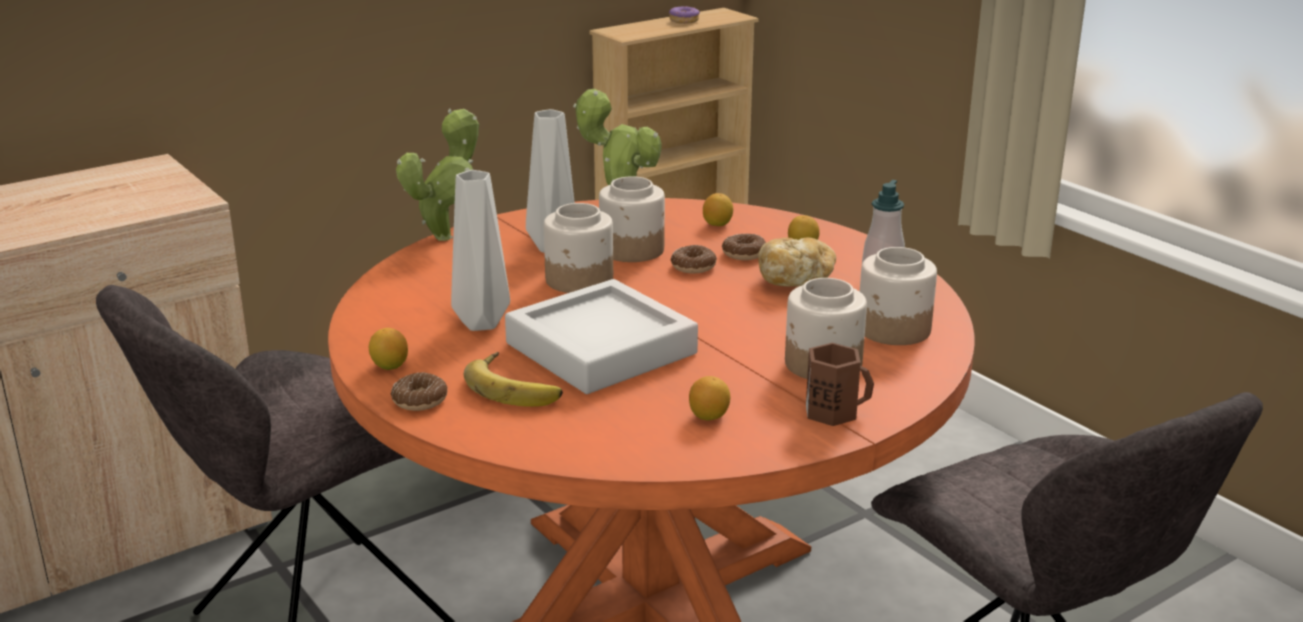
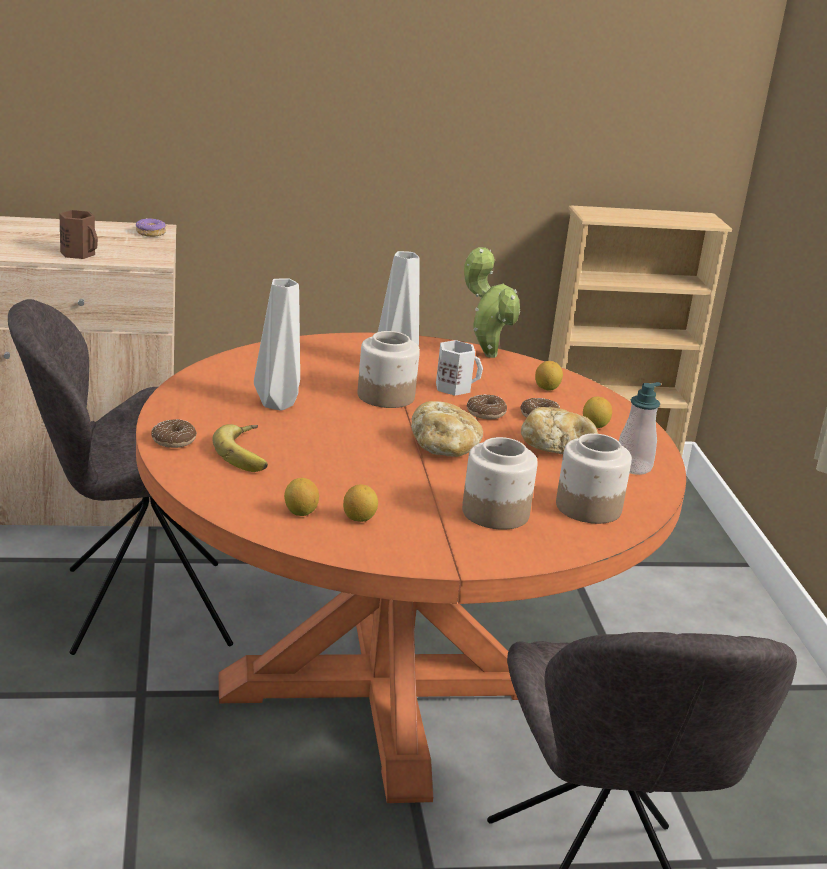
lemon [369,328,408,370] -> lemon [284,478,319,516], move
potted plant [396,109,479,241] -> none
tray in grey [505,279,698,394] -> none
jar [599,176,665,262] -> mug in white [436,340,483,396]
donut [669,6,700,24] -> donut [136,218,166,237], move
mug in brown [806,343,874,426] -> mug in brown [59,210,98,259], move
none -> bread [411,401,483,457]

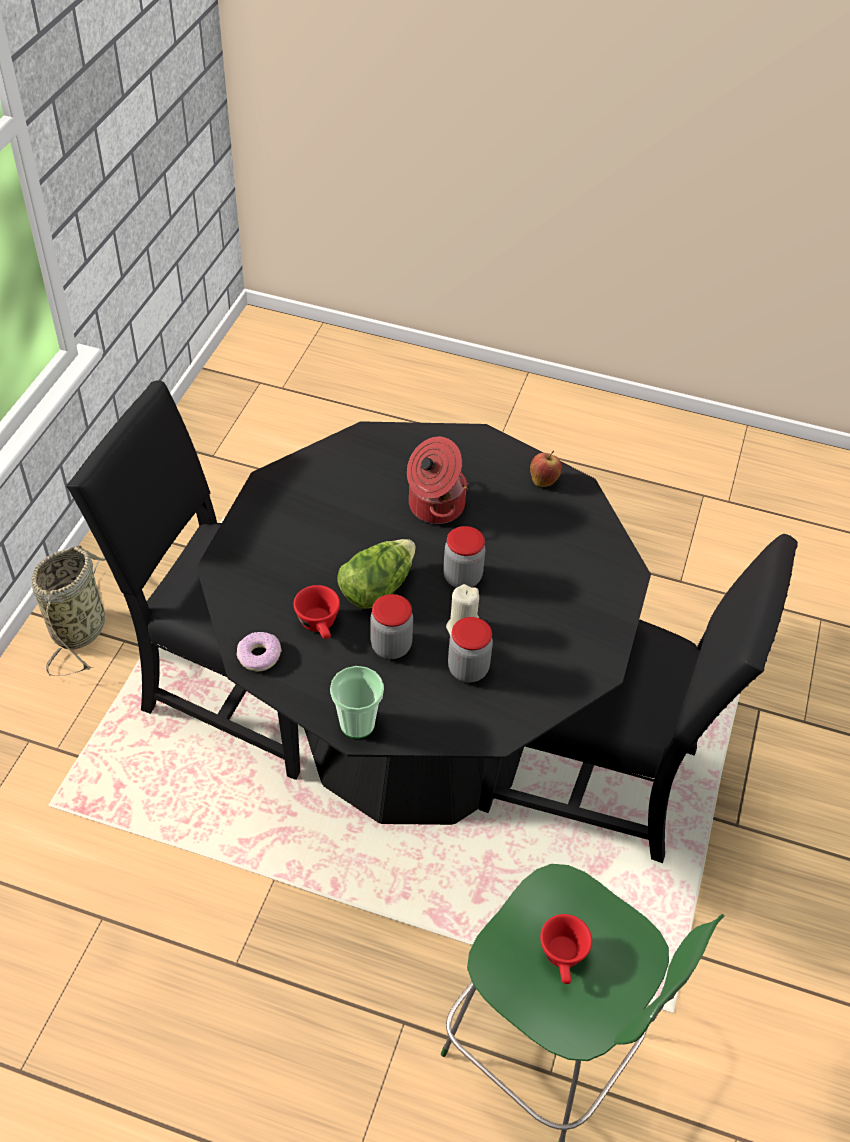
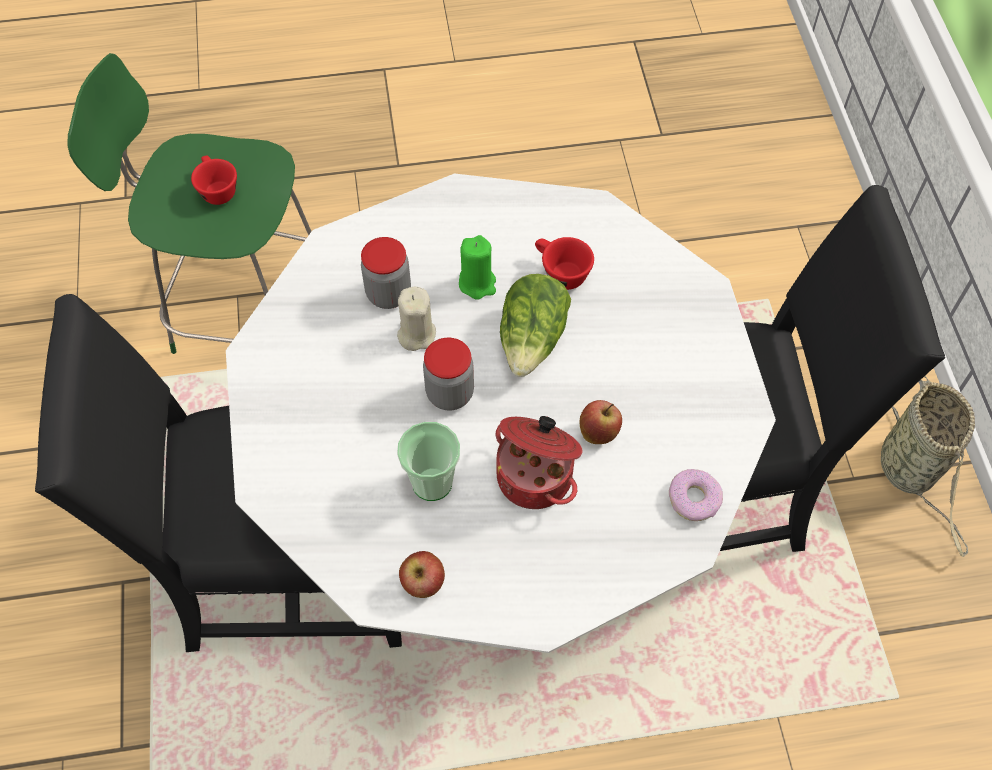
dining table in black [197,421,651,825] -> dining table in white [226,173,776,653]
donut [237,632,281,672] -> donut [669,469,723,521], move
cup [330,666,384,739] -> cup [397,422,460,501], move
jar [370,594,413,659] -> candle in green [459,235,496,300]
none -> apple [579,400,622,444]

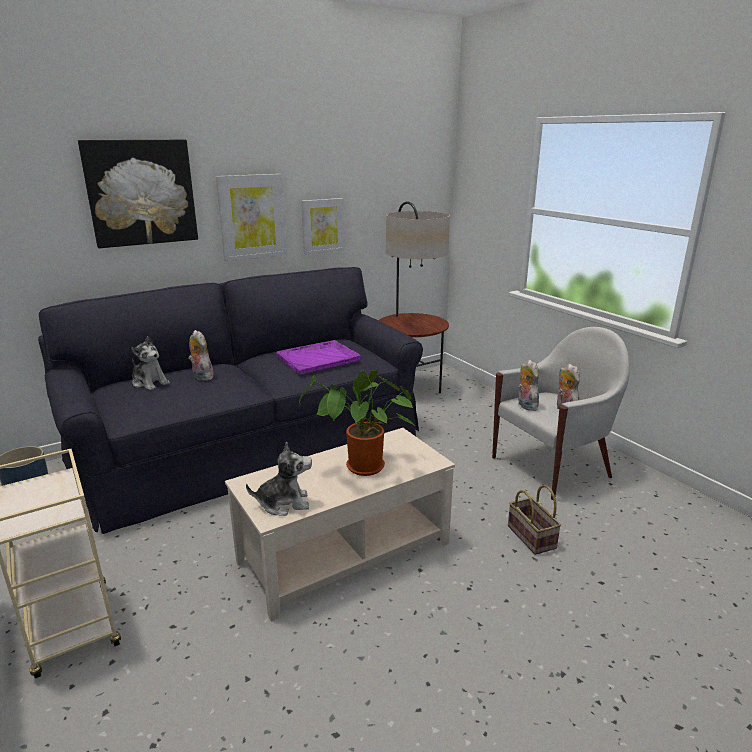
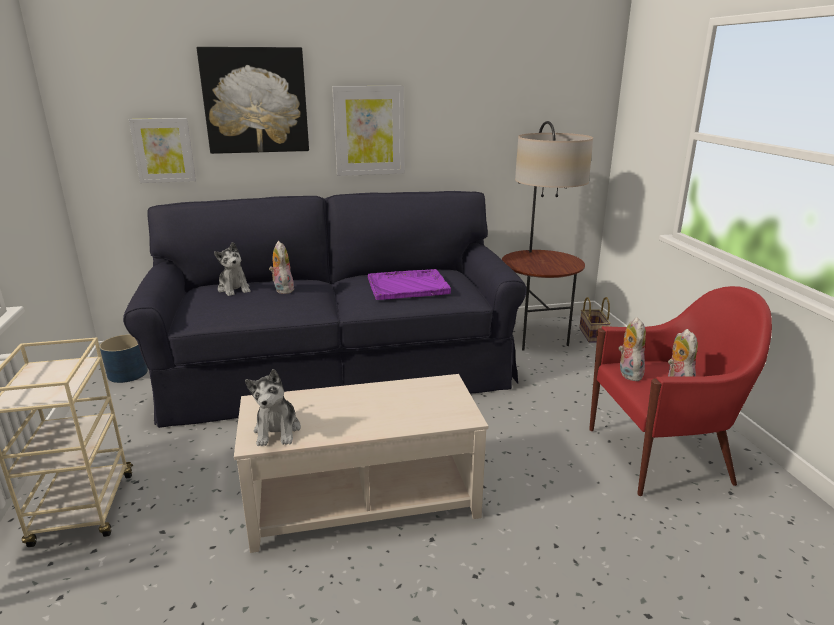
plush toy [246,442,312,516] -> plush toy [245,369,301,446], 75 degrees clockwise
potted plant [299,370,414,476] -> none
picture [301,198,345,254] -> picture [129,118,196,183], move
armchair in white [492,327,630,500] -> armchair in red [589,286,772,496]
basket [508,485,561,555] -> basket [579,297,611,343], move

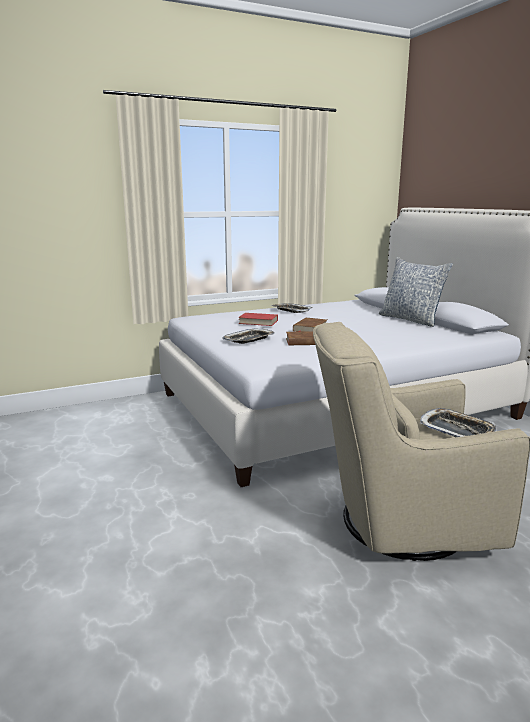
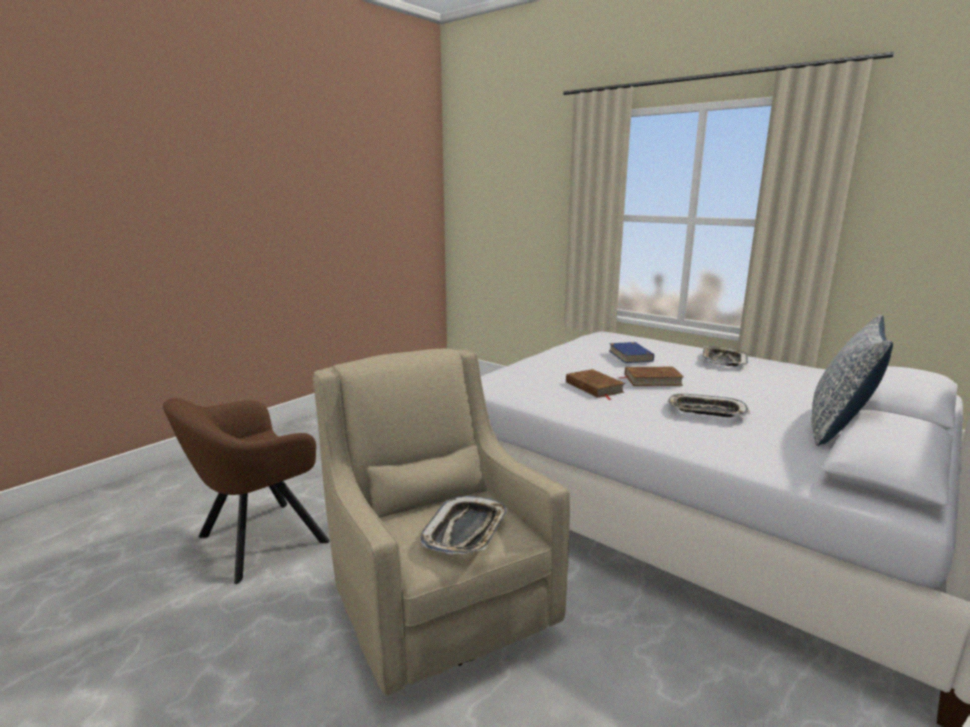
tray [222,328,275,344] -> tray [667,394,750,417], move
book in red [238,313,278,326] -> book in blue [609,342,654,363]
none -> armchair in brown [163,398,329,584]

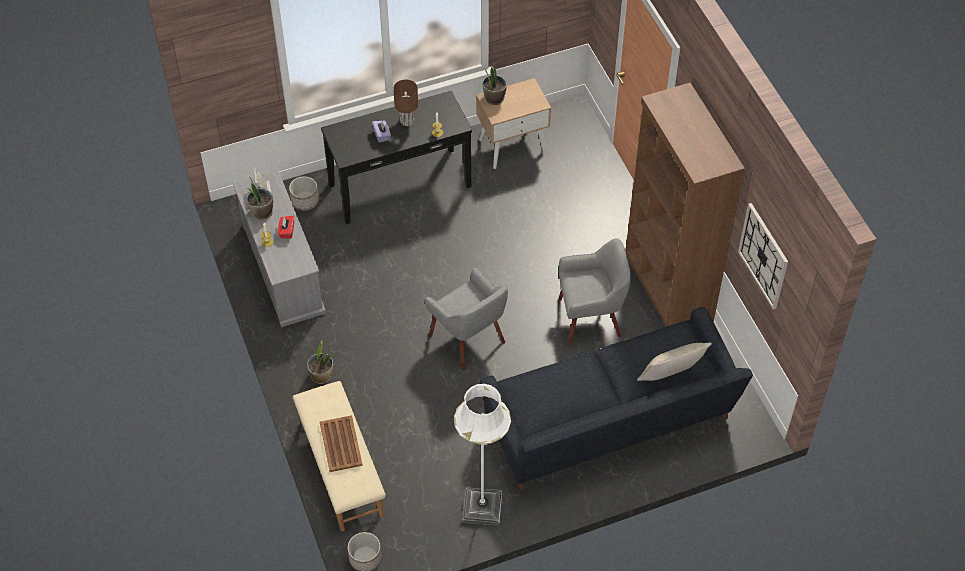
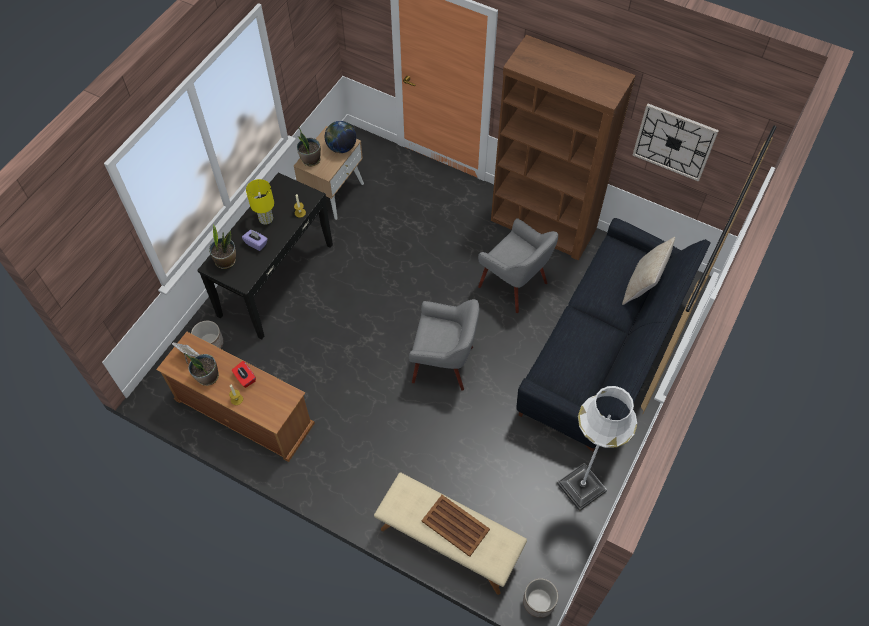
tv stand in grey [233,170,326,327] -> tv stand in brown [156,332,315,462]
potted plant [307,340,333,384] -> potted plant [209,224,236,269], move
table lamp in brown [393,80,418,126] -> table lamp in yellow [246,179,274,224]
armchair in grey [558,238,631,345] -> armchair in grey [478,218,558,313], 90 degrees clockwise
none -> globe [325,121,356,153]

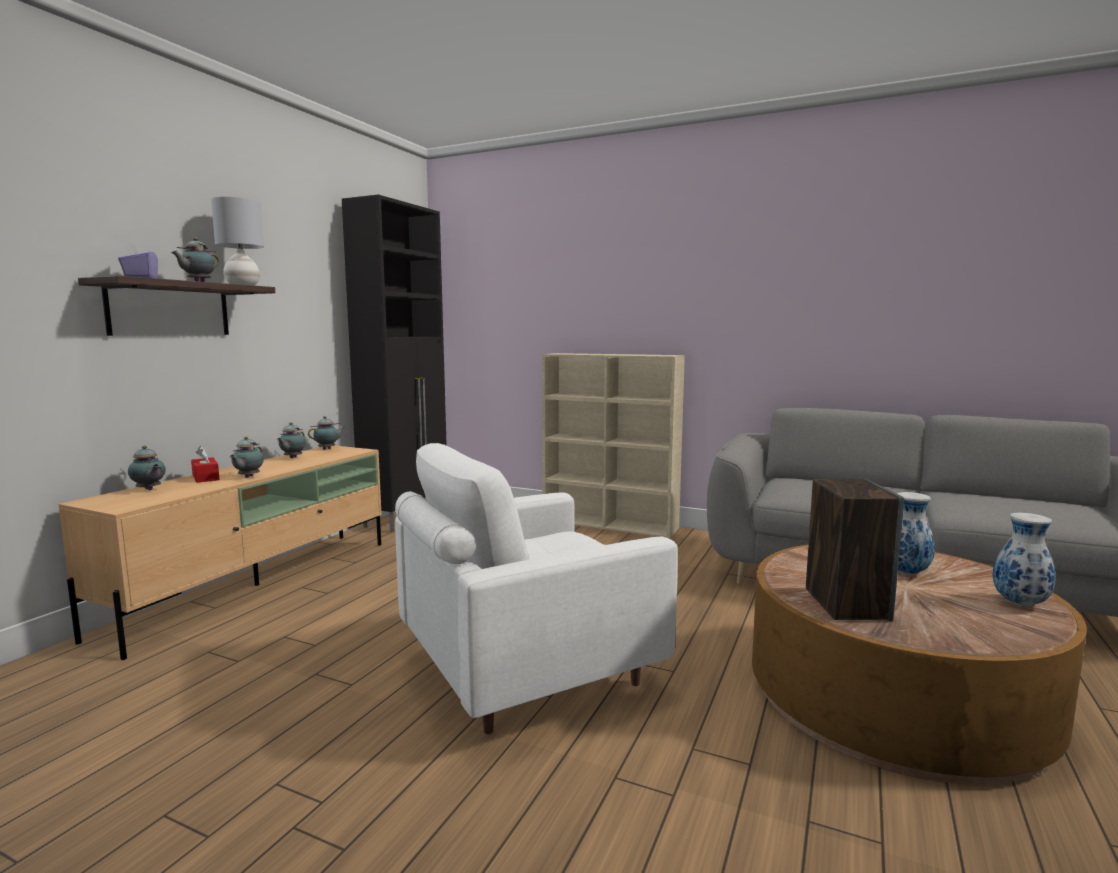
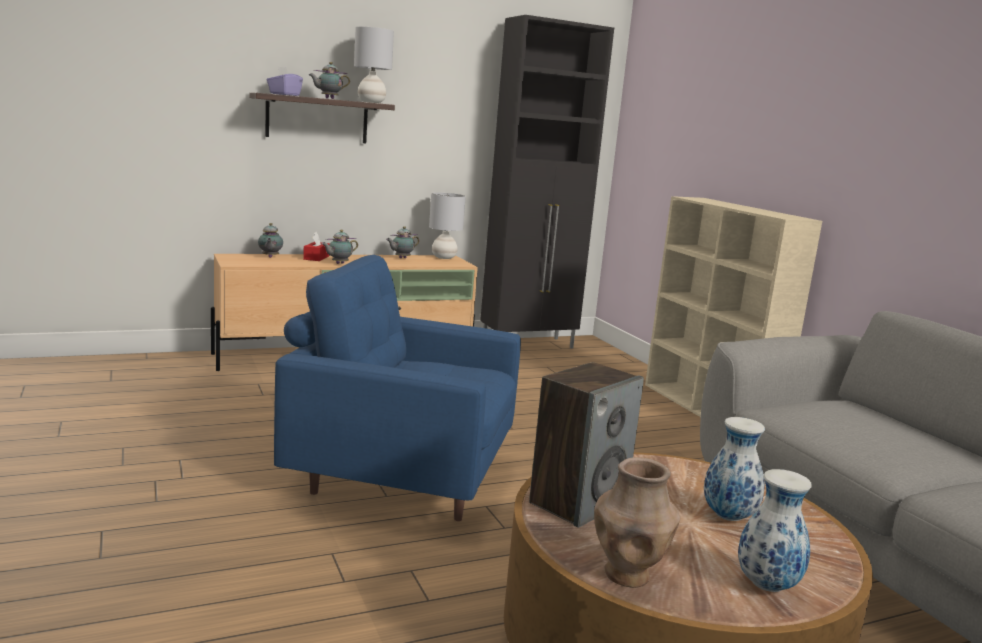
teapot [308,416,344,450] -> table lamp in grey [429,192,466,259]
armchair in white [395,443,678,734] -> armchair in blue [274,255,521,521]
none -> vase in brown [594,457,680,588]

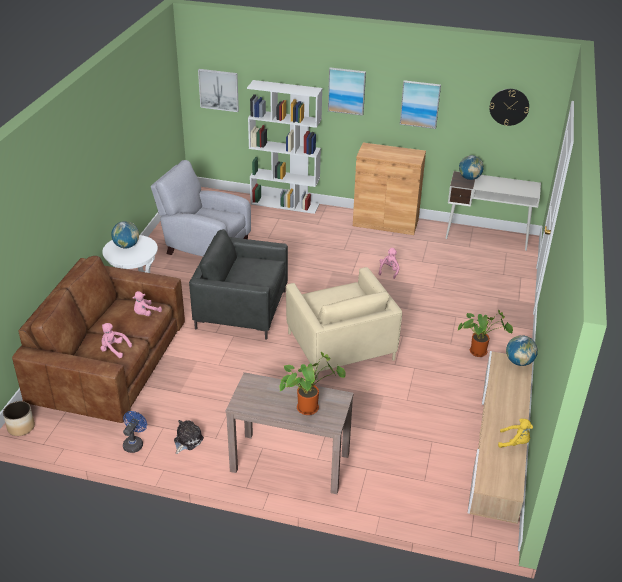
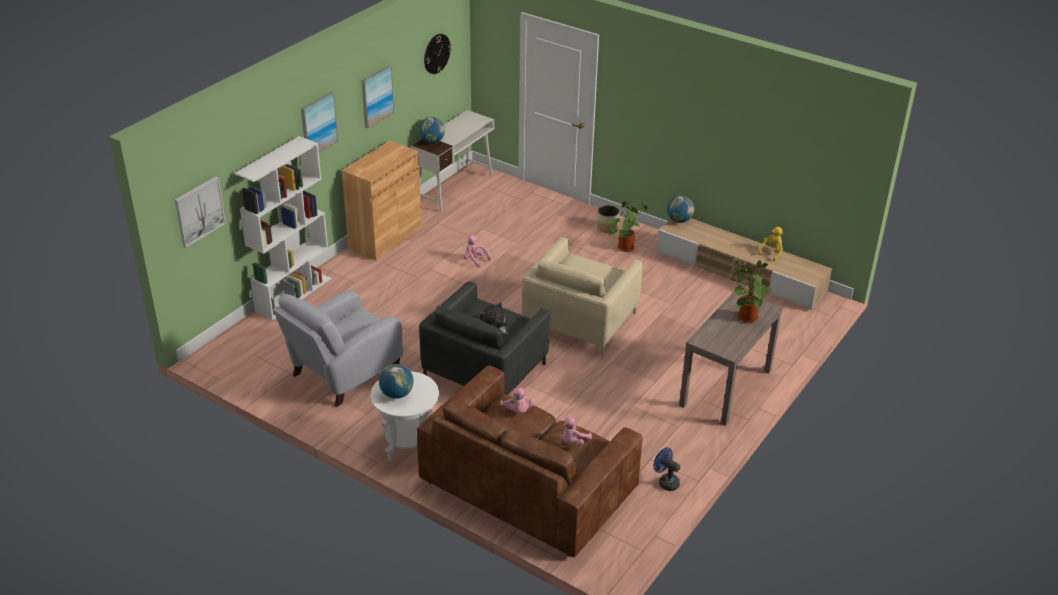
planter [3,401,35,436] -> planter [597,205,620,233], move
plush toy [174,420,204,454] -> plush toy [480,302,509,334], move
armchair in beige [286,267,402,380] -> armchair in beige [522,237,643,356], 120 degrees clockwise

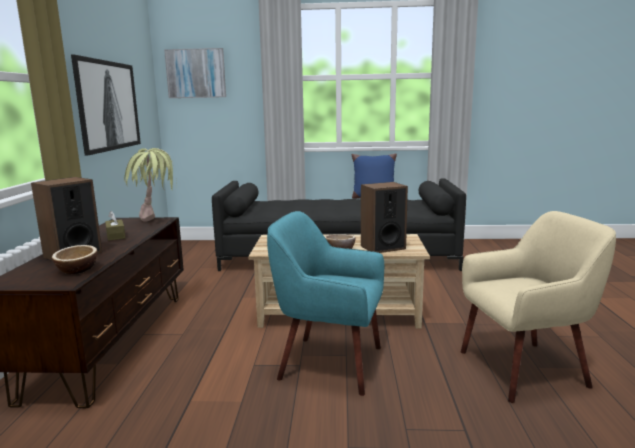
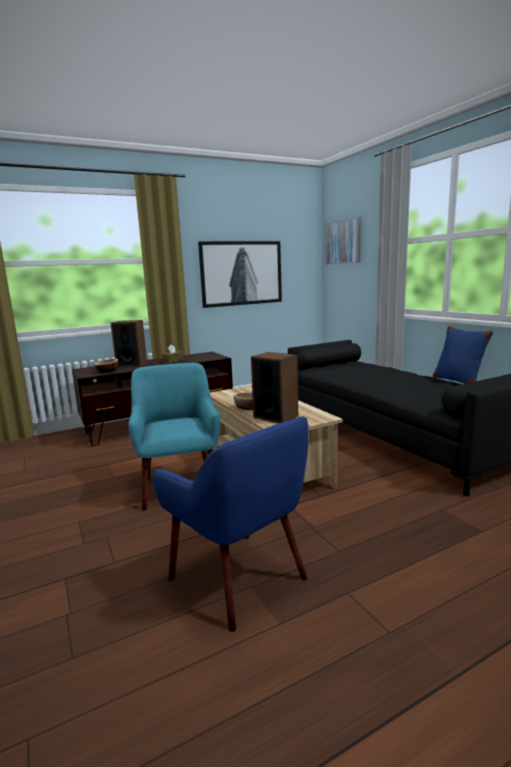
potted plant [124,148,177,222] -> none
armchair in beige [461,211,616,403] -> armchair in blue [153,416,309,632]

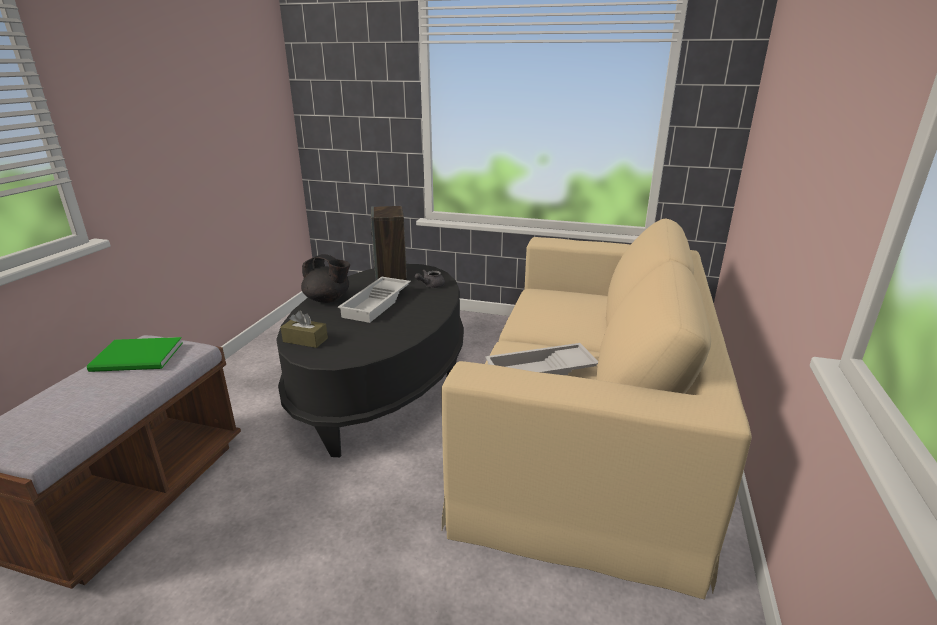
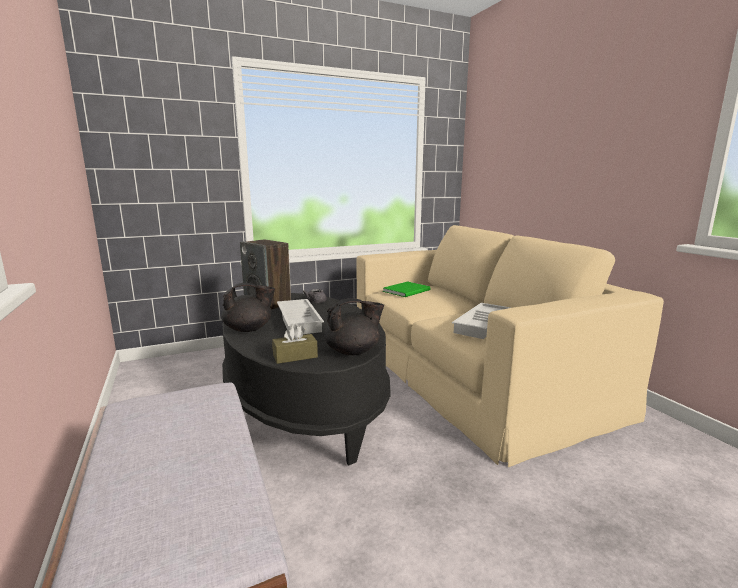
book in green [87,337,183,372] -> book in green [383,281,430,297], move
none -> teapot in black [324,298,384,355]

